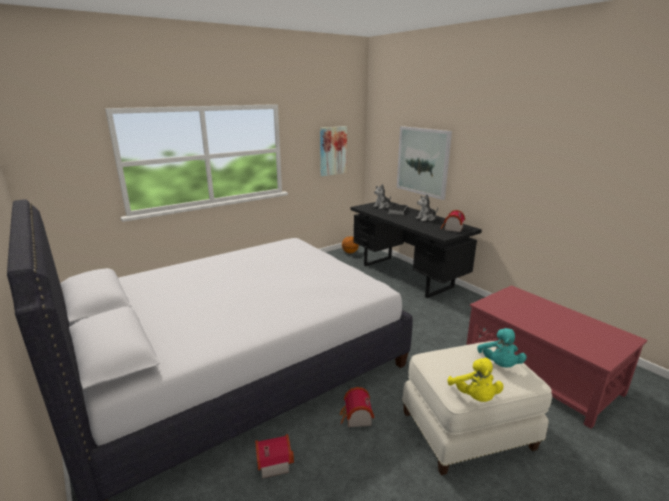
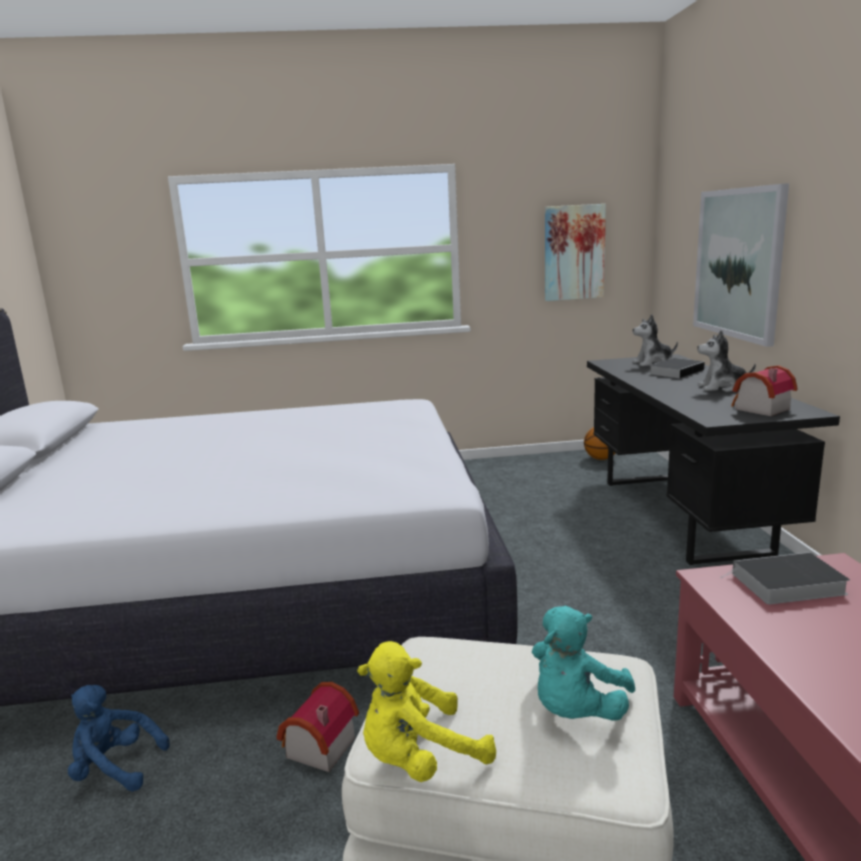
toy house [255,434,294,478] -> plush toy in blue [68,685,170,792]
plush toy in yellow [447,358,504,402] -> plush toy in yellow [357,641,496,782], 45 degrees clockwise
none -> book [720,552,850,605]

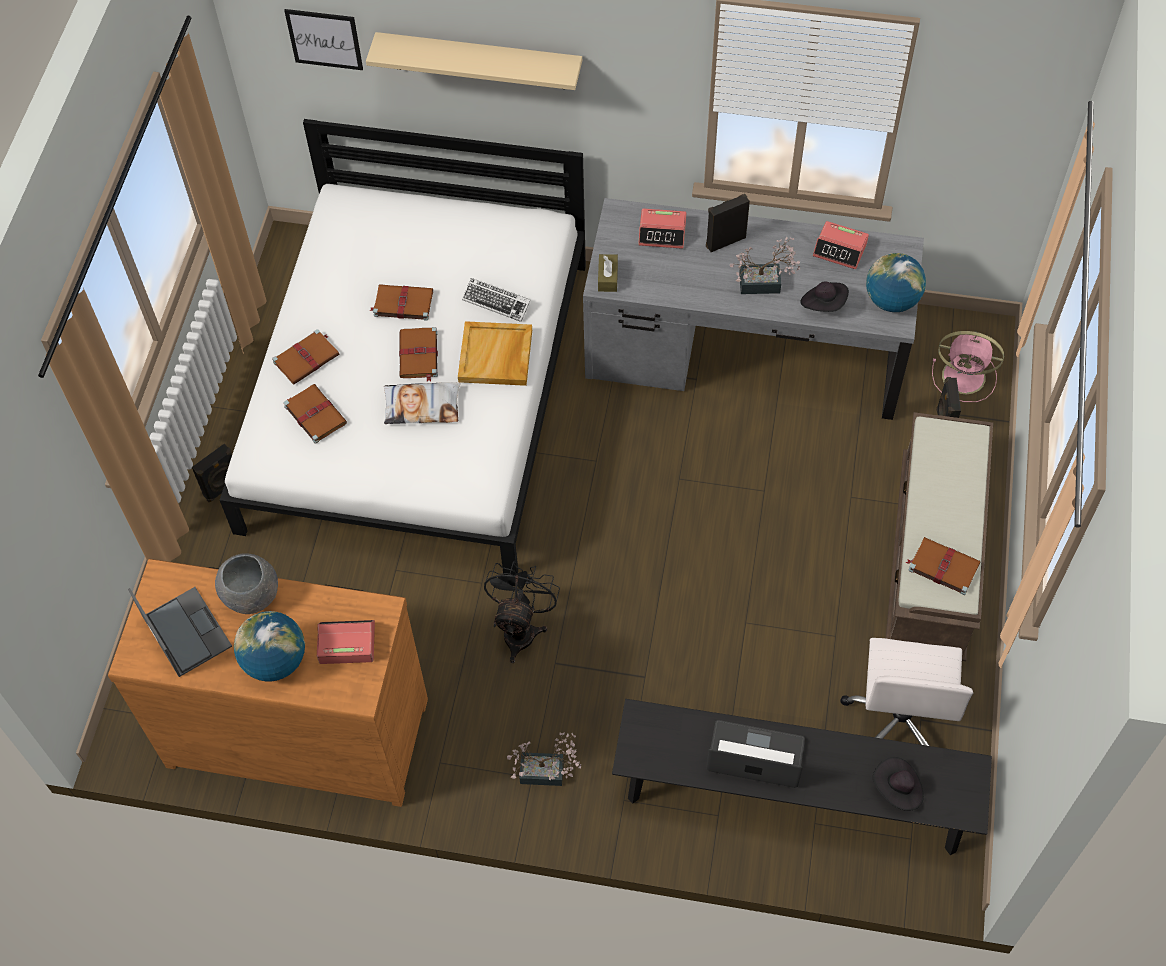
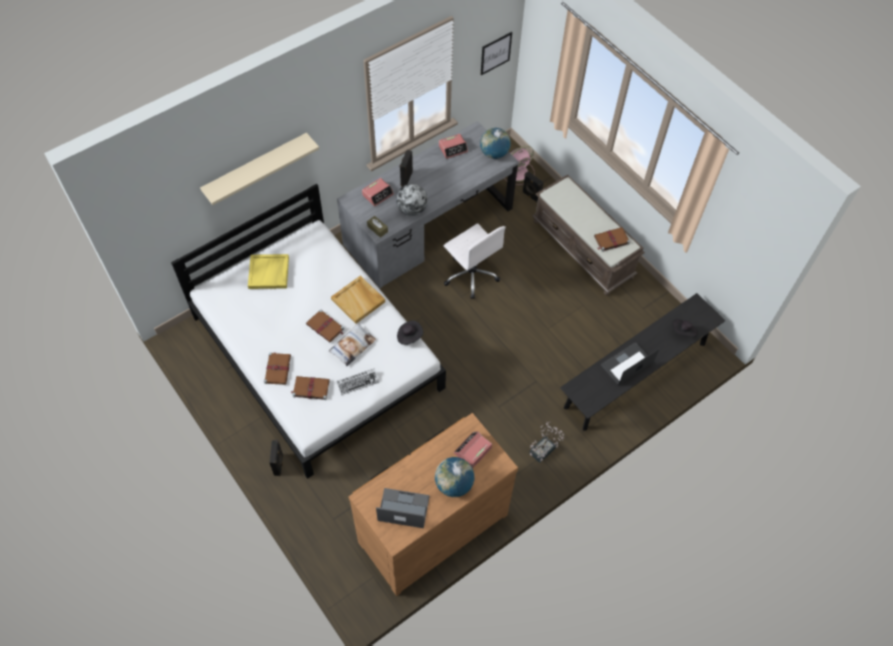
bowl in grey [215,553,278,614] -> none
picture [284,9,363,70] -> picture [481,32,512,75], move
book in brown [370,284,433,321] -> none
keyboard [462,278,531,322] -> keyboard [337,368,379,395], move
fan in black [484,561,560,663] -> none
potted plant [730,236,800,294] -> none
hat in black [800,282,849,312] -> hat in black [397,320,423,345], move
office chair in white [840,638,973,746] -> office chair in white [443,223,506,299], move
none -> tray in yellow [248,254,289,289]
none -> globe [396,184,428,216]

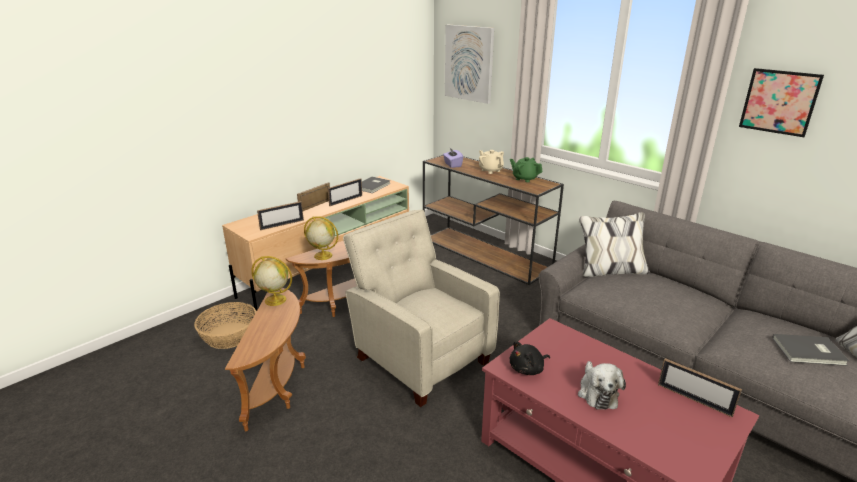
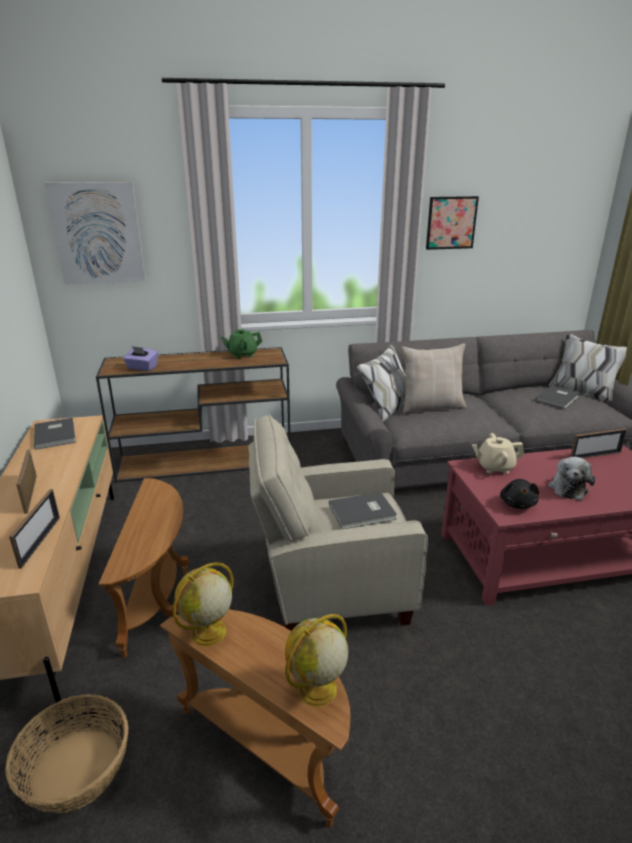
globe [304,216,338,260] -> globe [285,614,348,707], move
picture frame [328,178,362,206] -> none
teapot in beige [479,150,504,174] -> teapot in beige [472,433,524,474], move
plush toy [578,361,626,410] -> plush toy [548,457,595,500], 75 degrees clockwise
none -> book in grey [329,492,397,529]
none -> pillow in beige [401,344,466,413]

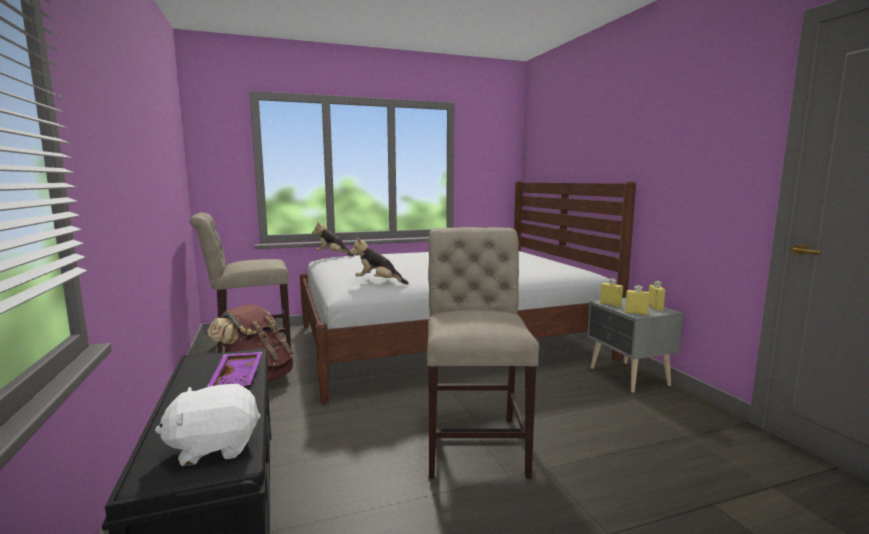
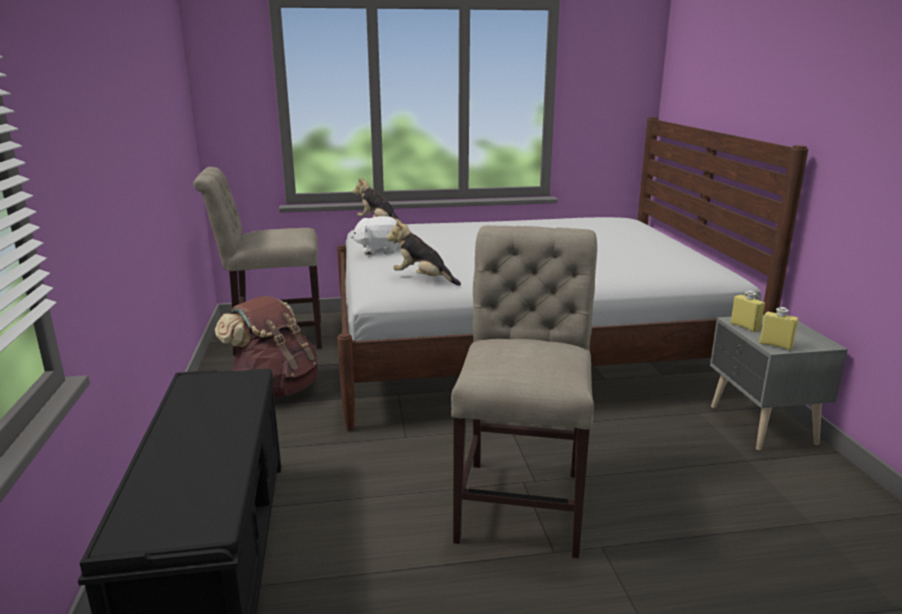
plush toy in white [155,384,261,466] -> plush toy in white [350,216,399,255], move
tray in purple [207,352,262,387] -> none
bottle in yellow [649,281,665,311] -> none

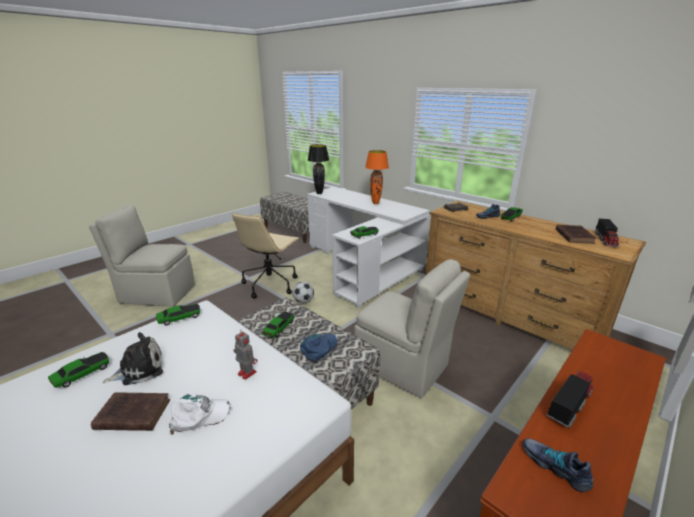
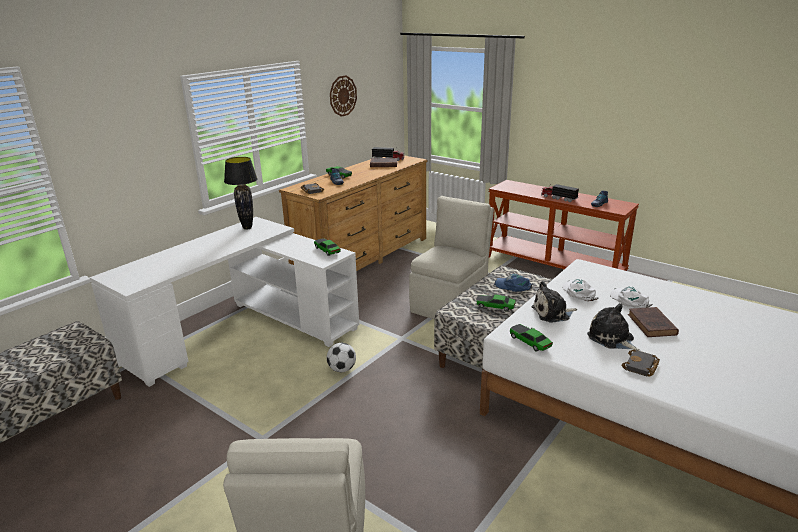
toy car [48,352,109,388] -> book in black [621,350,660,377]
office chair in beige [232,213,300,299] -> none
toy robot [233,329,257,380] -> cap in white [562,279,599,301]
table lamp in black [308,144,329,194] -> table lamp in black [224,157,258,230], move
table lamp in orange [365,150,389,204] -> none
none -> wall clock [330,75,357,117]
none -> plush toy [531,281,577,322]

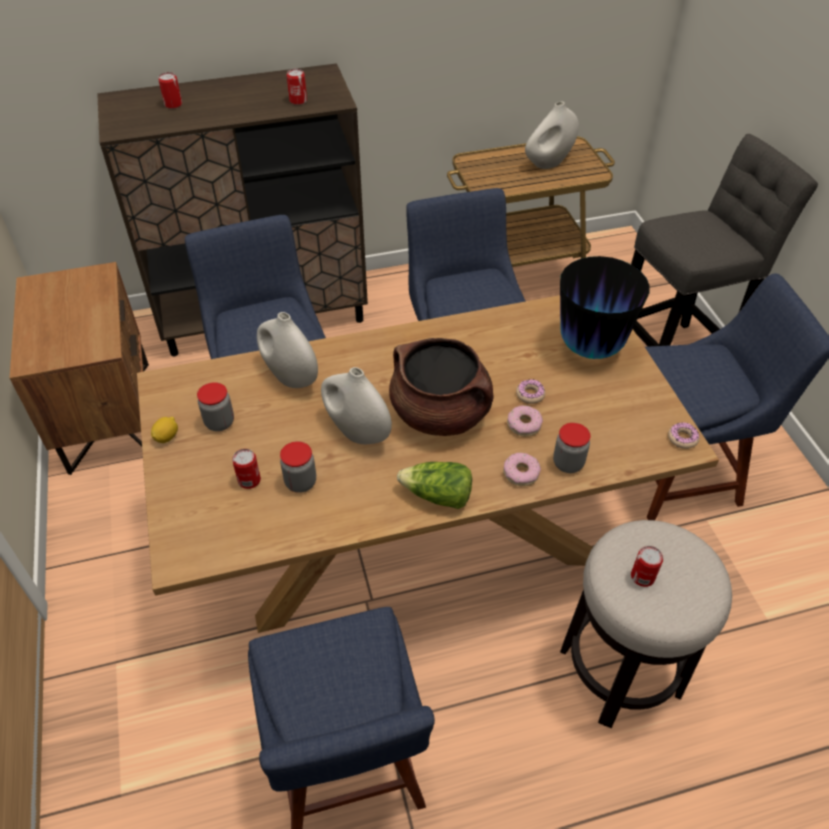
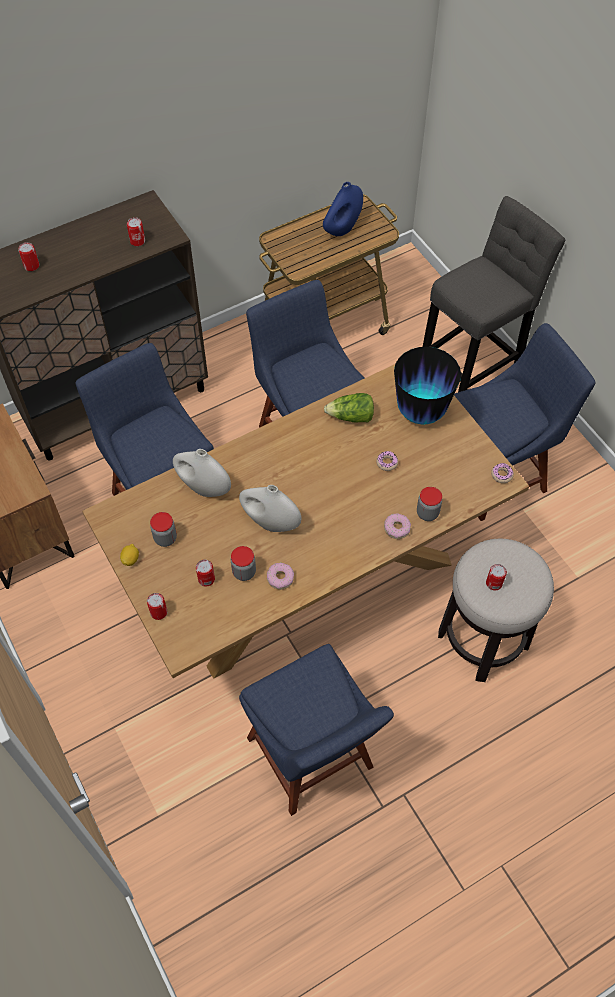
cooking pot in brown [389,338,493,436] -> none
lettuce [397,462,472,509] -> lettuce [324,393,374,422], move
donut [507,405,543,437] -> donut [267,563,294,590], move
vase in white [525,101,579,169] -> vase in blue [323,182,363,236]
none -> can [147,593,167,620]

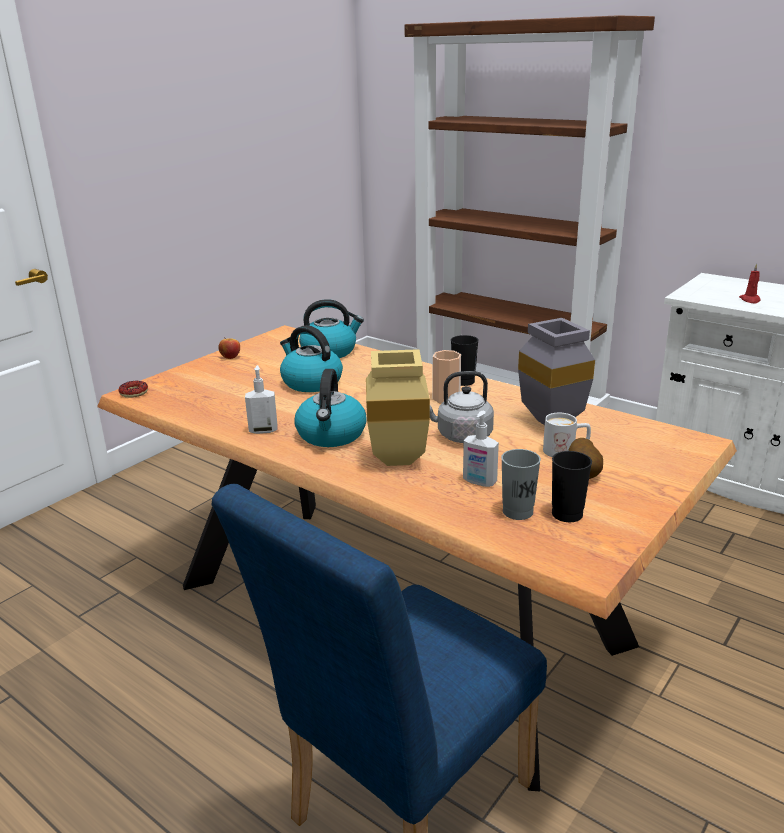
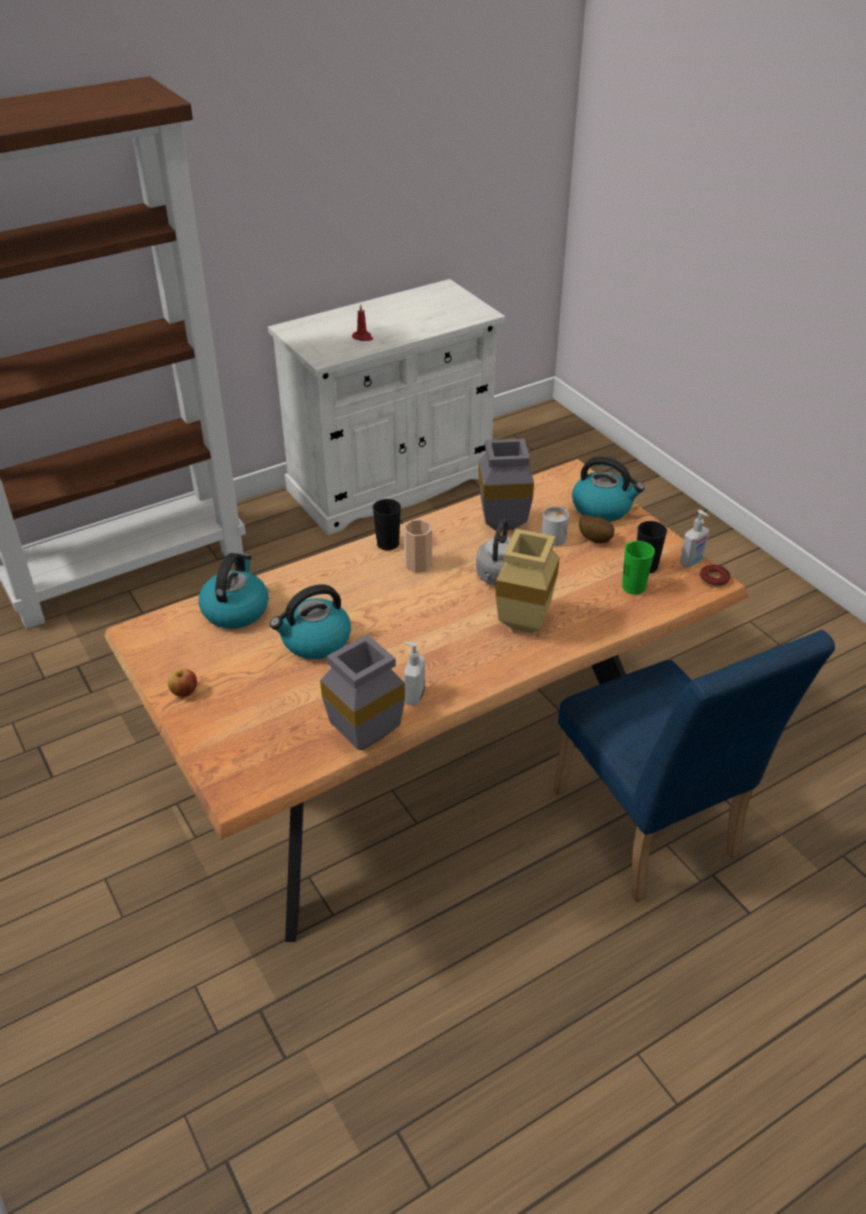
donut [118,381,148,398] -> donut [700,564,730,587], move
kettle [294,369,367,447] -> kettle [572,456,645,522], move
soap dispenser [463,411,499,487] -> soap dispenser [680,510,709,568], move
cup in grey [501,449,541,520] -> cup in green [622,541,655,595]
none -> vase in grey [320,634,405,750]

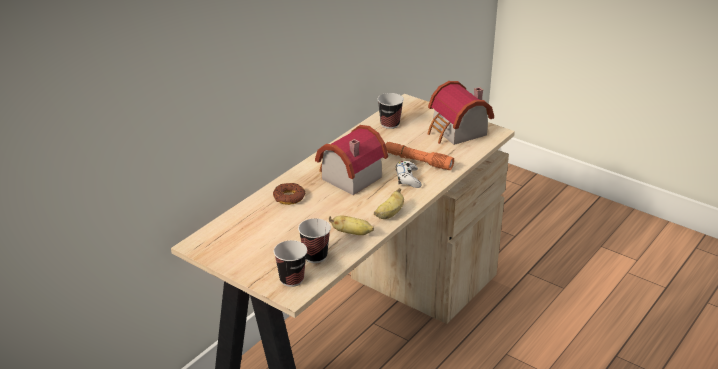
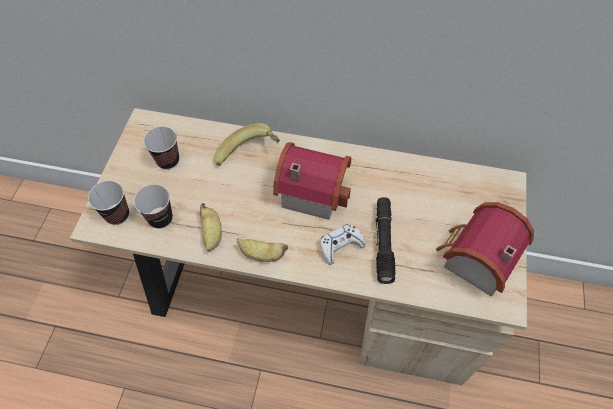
donut [273,183,305,205] -> banana [215,123,280,166]
cup [378,93,404,129] -> cup [144,126,179,170], move
flashlight in orange [385,142,454,170] -> flashlight in black [375,197,396,284]

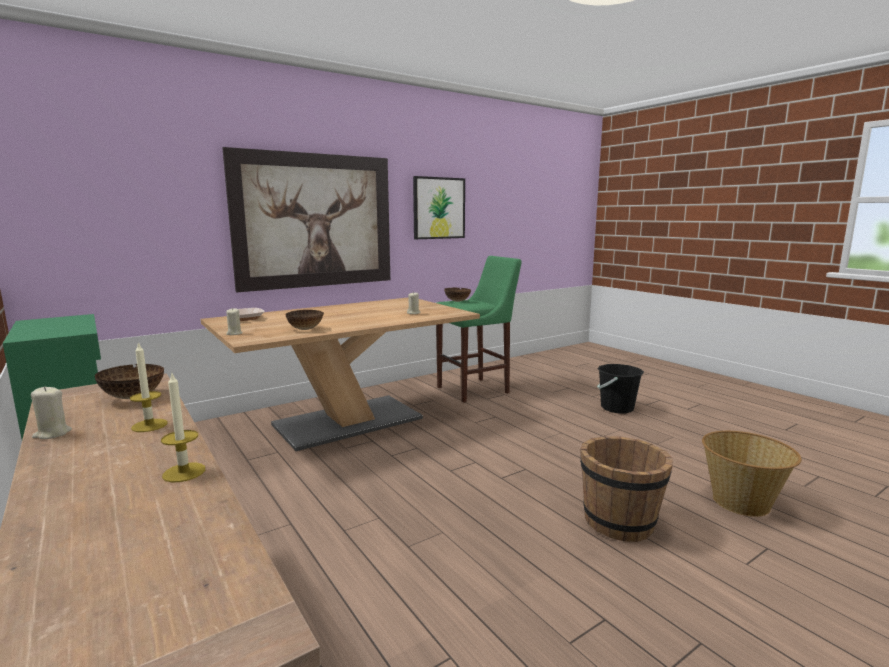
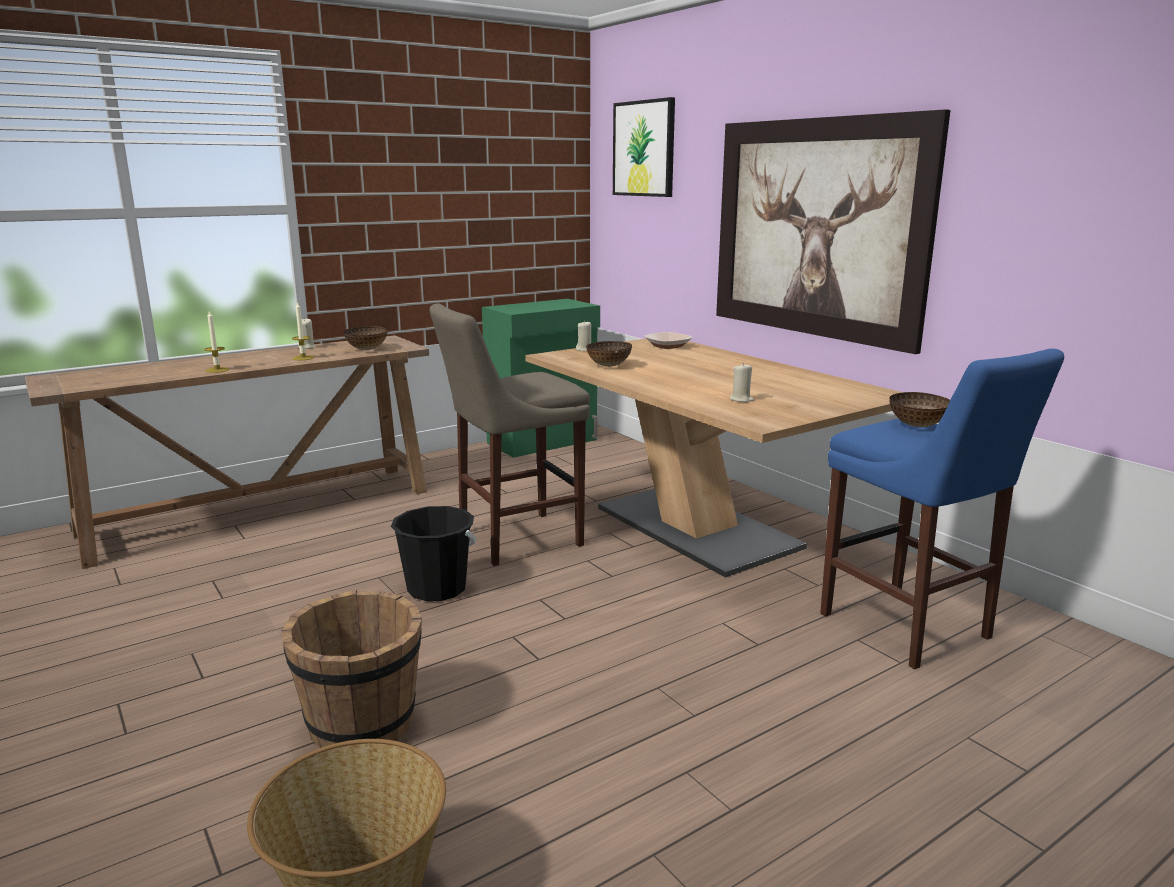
picture [413,176,465,239] -> picture [613,97,675,197], move
stool in green [436,256,522,403] -> stool in blue [820,349,1064,669]
bucket in black [597,364,644,414] -> bucket in black [391,506,476,602], move
none -> stool in beige [430,303,590,566]

